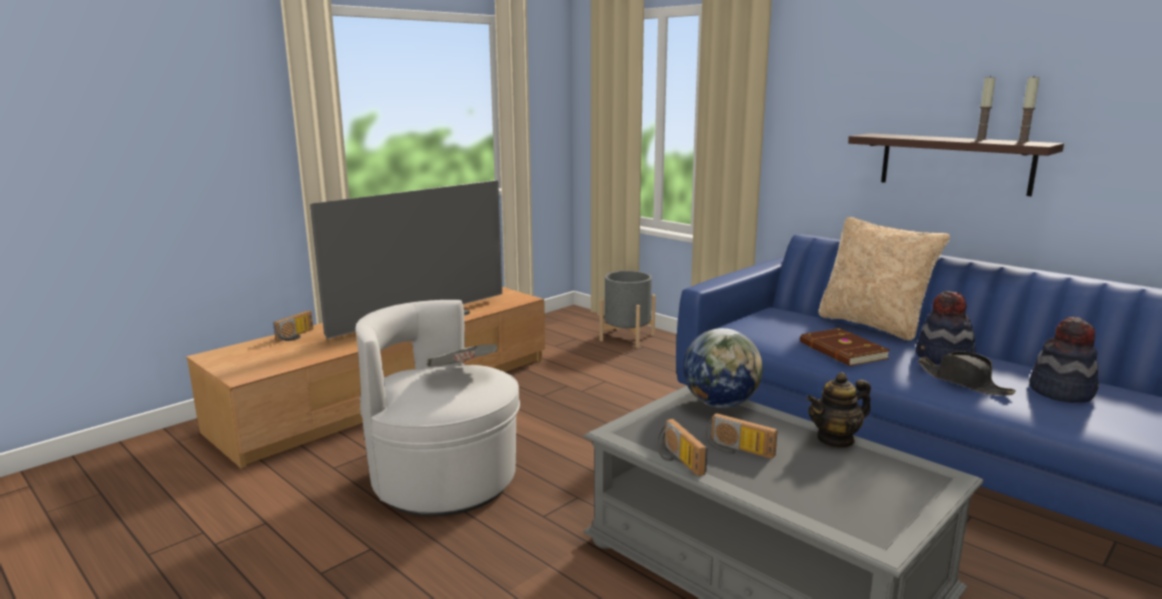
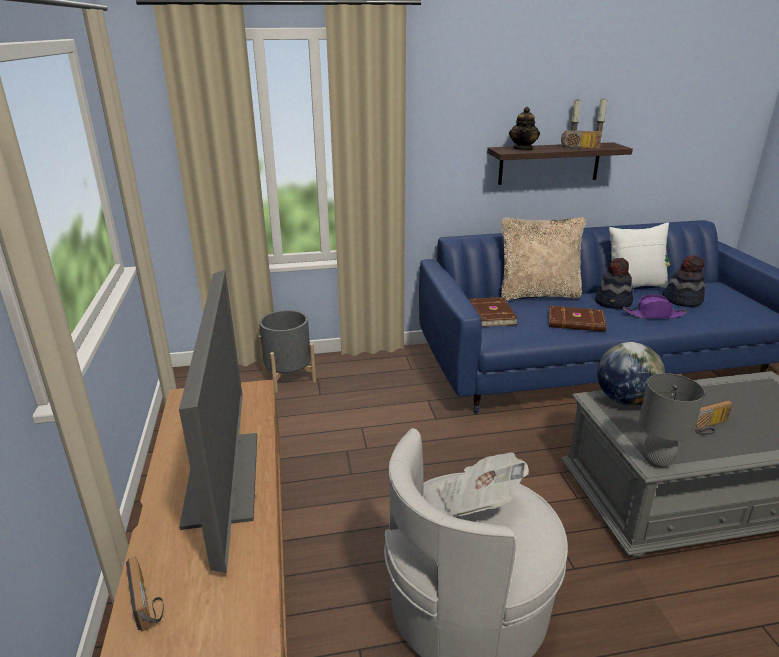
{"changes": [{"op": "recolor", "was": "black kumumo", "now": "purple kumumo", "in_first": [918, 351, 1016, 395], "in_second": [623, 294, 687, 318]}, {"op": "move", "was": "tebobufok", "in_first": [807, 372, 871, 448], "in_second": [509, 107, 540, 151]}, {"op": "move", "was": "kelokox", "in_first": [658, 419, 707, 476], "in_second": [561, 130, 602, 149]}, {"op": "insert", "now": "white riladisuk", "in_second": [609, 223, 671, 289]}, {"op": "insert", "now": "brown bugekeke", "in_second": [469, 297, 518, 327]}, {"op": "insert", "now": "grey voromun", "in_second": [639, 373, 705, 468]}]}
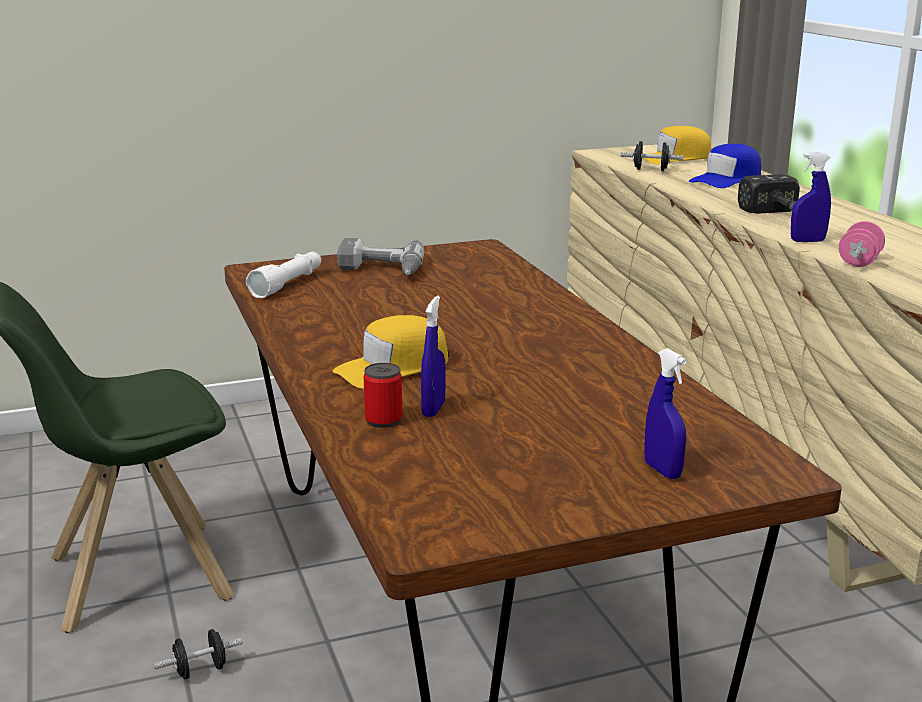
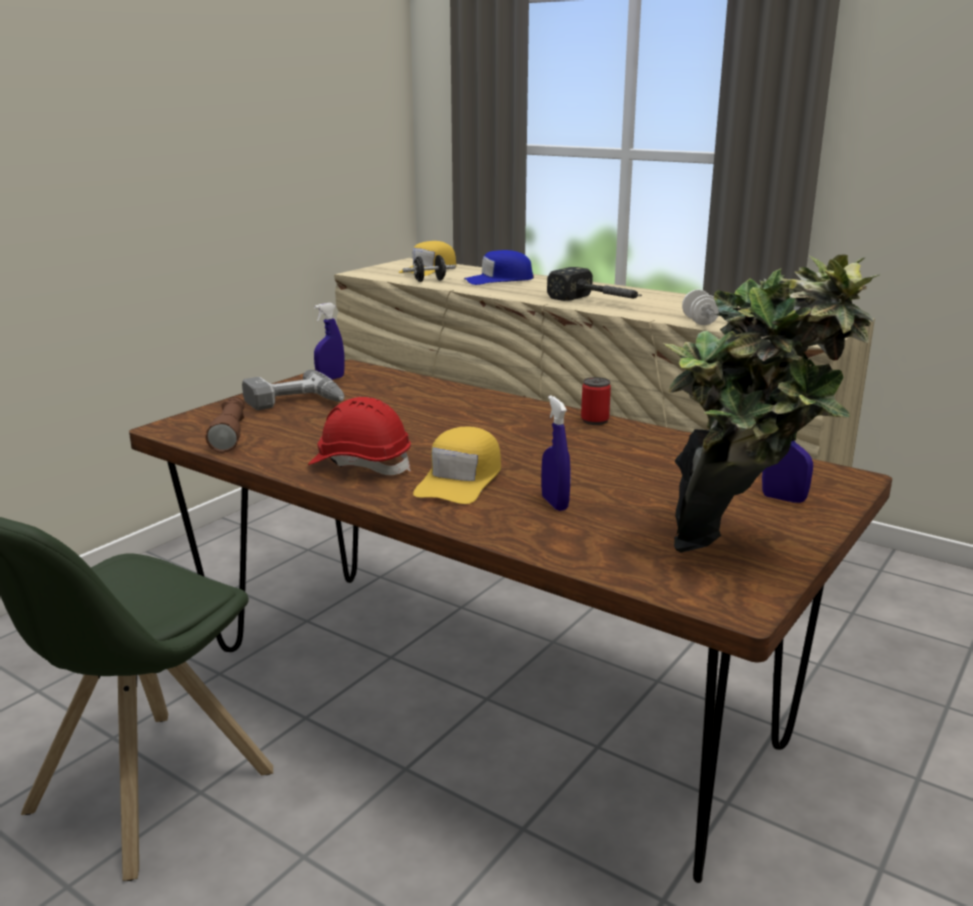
{"changes": [{"op": "rotate", "was": "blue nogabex", "in_first": [689, 144, 761, 188], "in_second": [464, 250, 534, 285], "clockwise": 60}, {"op": "move", "was": "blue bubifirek", "in_first": [791, 153, 831, 242], "in_second": [314, 303, 344, 380]}, {"op": "recolor", "was": "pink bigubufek", "now": "white bigubufek", "in_first": [839, 221, 885, 267], "in_second": [682, 289, 719, 325]}, {"op": "recolor", "was": "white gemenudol", "now": "brown gemenudol", "in_first": [246, 252, 321, 298], "in_second": [206, 397, 244, 453]}, {"op": "move", "was": "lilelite", "in_first": [364, 363, 402, 428], "in_second": [581, 377, 611, 425]}, {"op": "delete", "was": "black bigubufek", "in_first": [154, 629, 242, 680]}, {"op": "insert", "now": "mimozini", "in_second": [664, 254, 879, 553]}, {"op": "insert", "now": "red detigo", "in_second": [308, 397, 411, 475]}]}
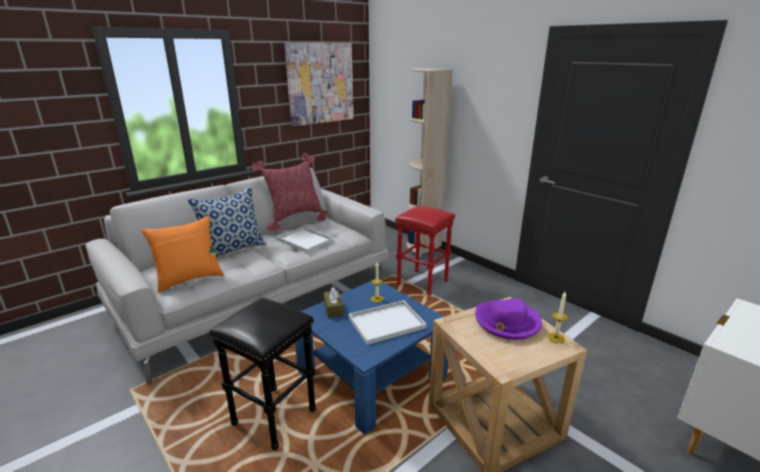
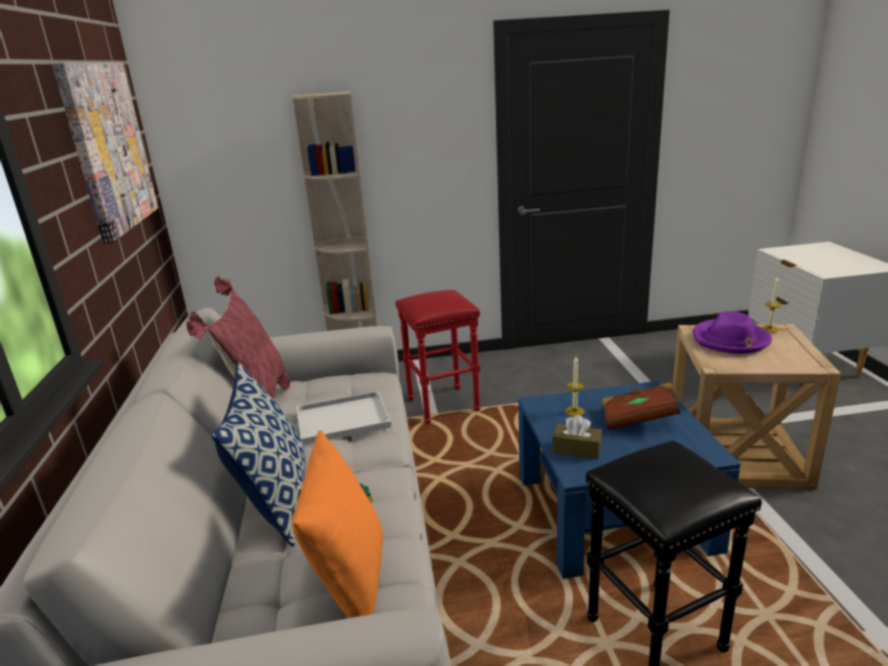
{"changes": [{"op": "replace", "was": "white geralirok", "now": "brown bugekeke", "in_first": [348, 300, 426, 345], "in_second": [602, 382, 680, 430]}]}
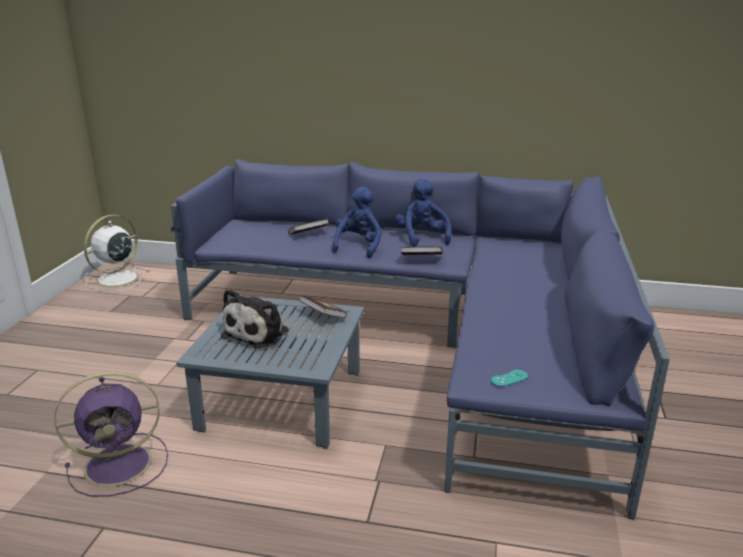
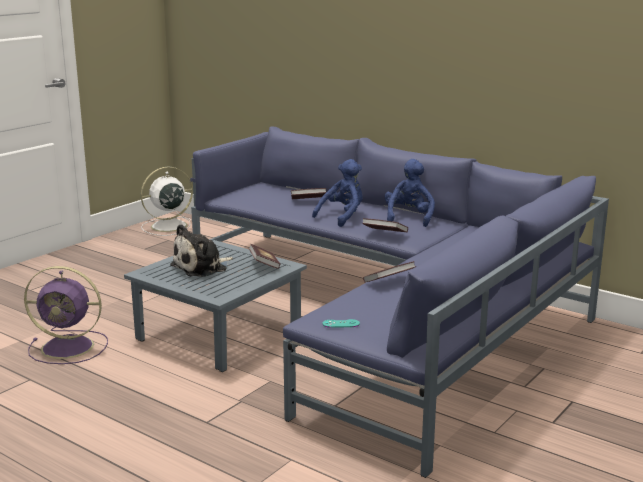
{"changes": [{"op": "insert", "now": "bugekeke", "in_second": [363, 261, 416, 283]}]}
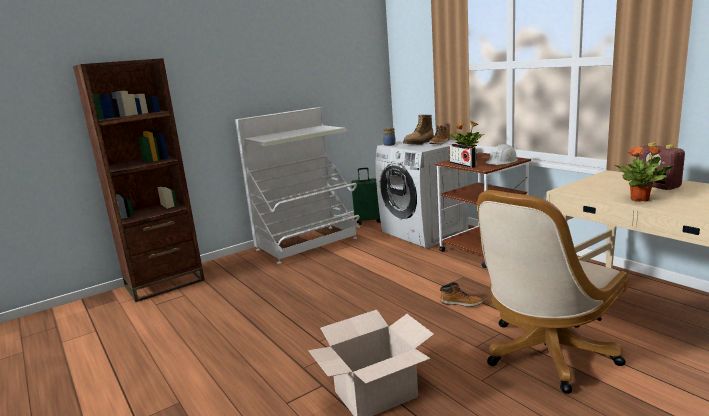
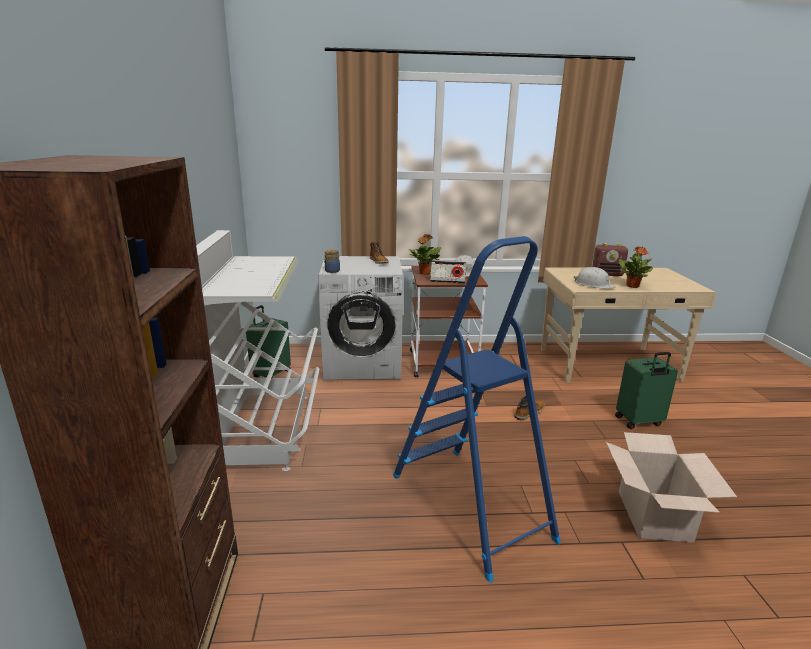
{"changes": [{"op": "delete", "was": "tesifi", "in_first": [403, 115, 434, 145]}, {"op": "replace", "was": "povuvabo", "now": "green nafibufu", "in_first": [477, 190, 629, 394], "in_second": [615, 352, 678, 429]}, {"op": "insert", "now": "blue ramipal", "in_second": [393, 236, 561, 582]}, {"op": "insert", "now": "white detigo", "in_second": [574, 267, 616, 289]}]}
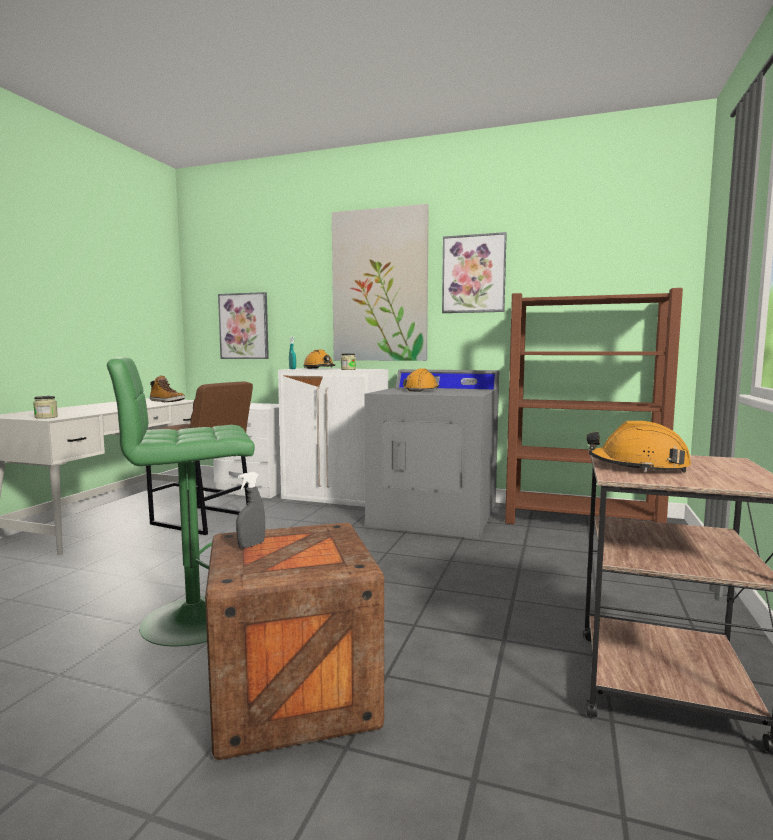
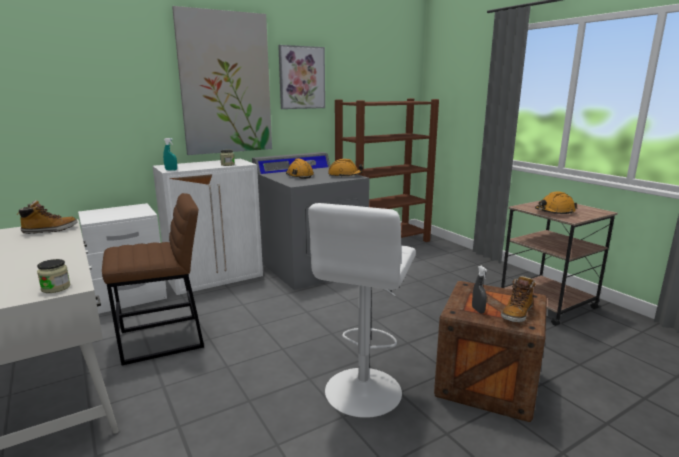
{"changes": [{"op": "delete", "was": "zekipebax", "in_first": [218, 292, 269, 359]}, {"op": "move", "was": "orange detigo", "in_first": [303, 350, 335, 369], "in_second": [328, 159, 364, 177]}, {"op": "recolor", "was": "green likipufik", "now": "white likipufik", "in_first": [107, 357, 255, 646], "in_second": [308, 203, 416, 418]}, {"op": "insert", "now": "tesifi", "in_second": [501, 276, 536, 323]}]}
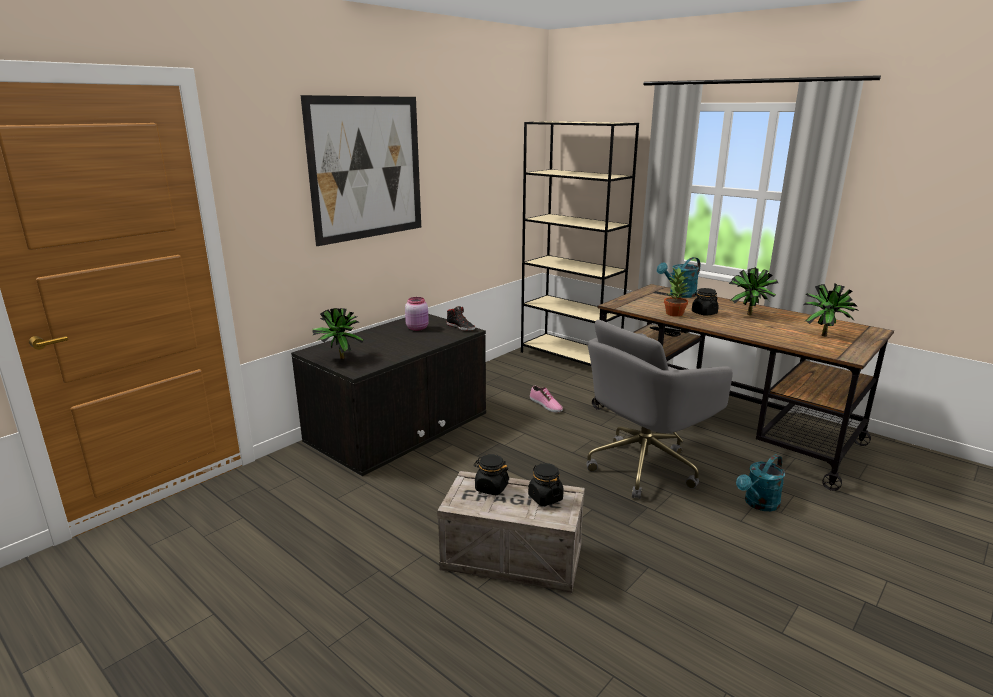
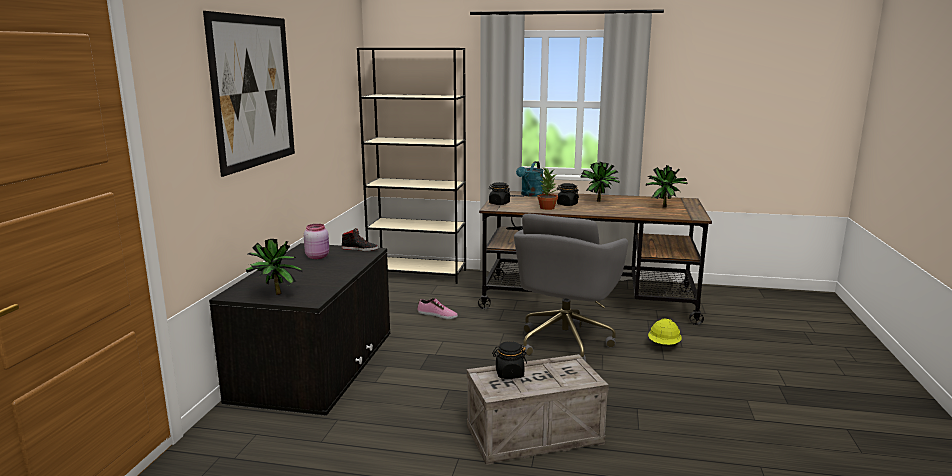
{"changes": [{"op": "replace", "was": "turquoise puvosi", "now": "yellow detigo", "in_first": [736, 454, 785, 511], "in_second": [648, 319, 682, 346]}, {"op": "move", "was": "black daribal", "in_first": [528, 463, 564, 506], "in_second": [489, 182, 510, 205]}]}
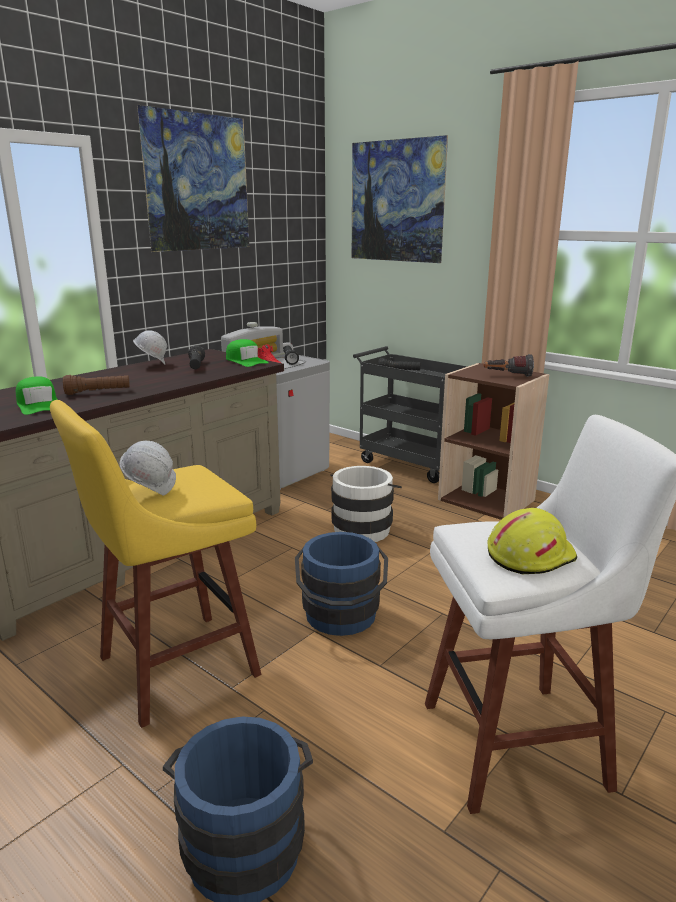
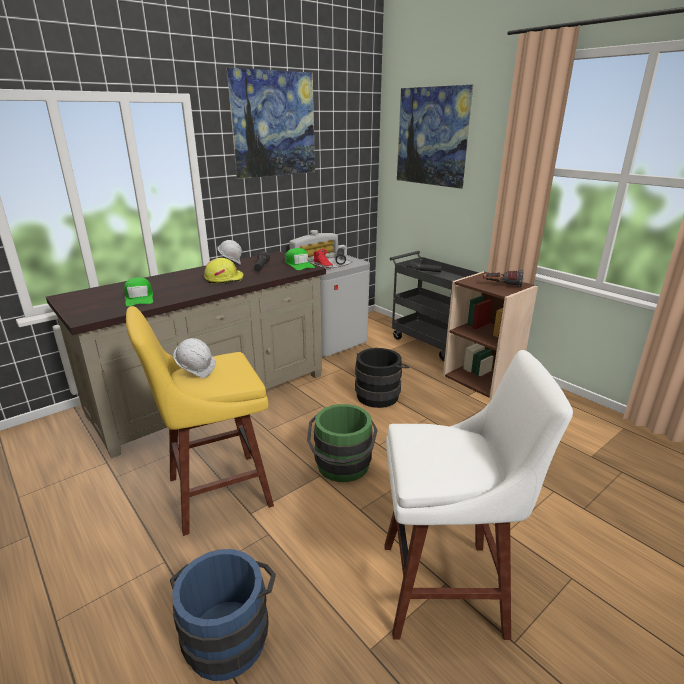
{"changes": [{"op": "delete", "was": "brown gemenudol", "in_first": [63, 375, 130, 395]}, {"op": "recolor", "was": "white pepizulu", "now": "black pepizulu", "in_first": [330, 466, 402, 542], "in_second": [355, 348, 409, 408]}, {"op": "move", "was": "yellow detigo", "in_first": [487, 508, 577, 575], "in_second": [204, 258, 244, 284]}, {"op": "recolor", "was": "blue pepizulu", "now": "green pepizulu", "in_first": [295, 532, 388, 636], "in_second": [307, 404, 378, 482]}]}
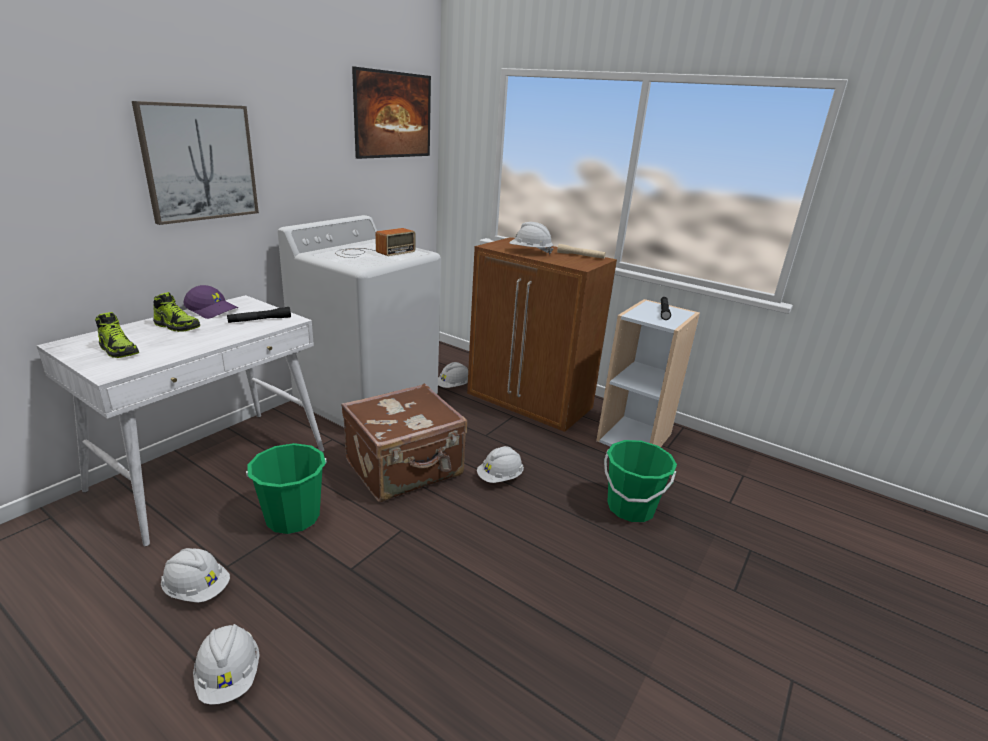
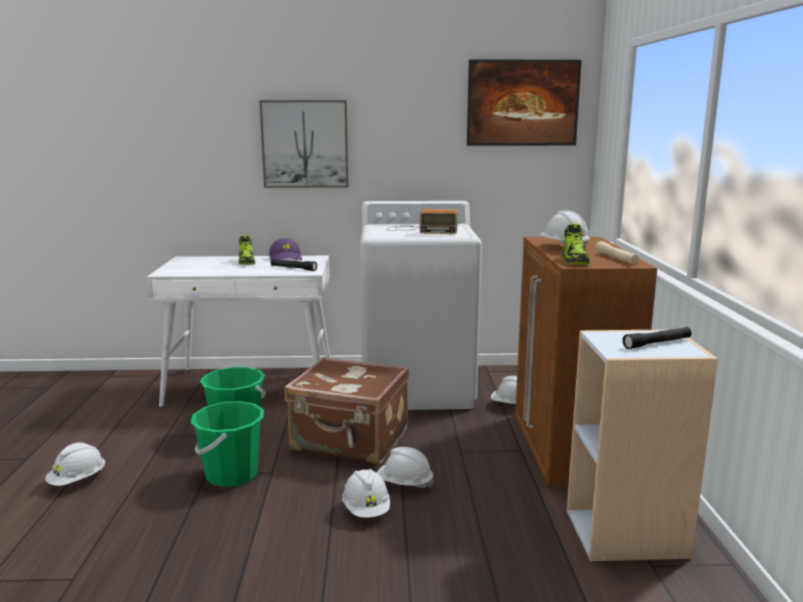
{"changes": [{"op": "move", "was": "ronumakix", "in_first": [95, 312, 139, 358], "in_second": [562, 224, 590, 264]}, {"op": "move", "was": "green pepizulu", "in_first": [604, 440, 677, 522], "in_second": [190, 401, 264, 487]}, {"op": "move", "was": "white detigo", "in_first": [161, 548, 230, 603], "in_second": [342, 469, 390, 518]}]}
